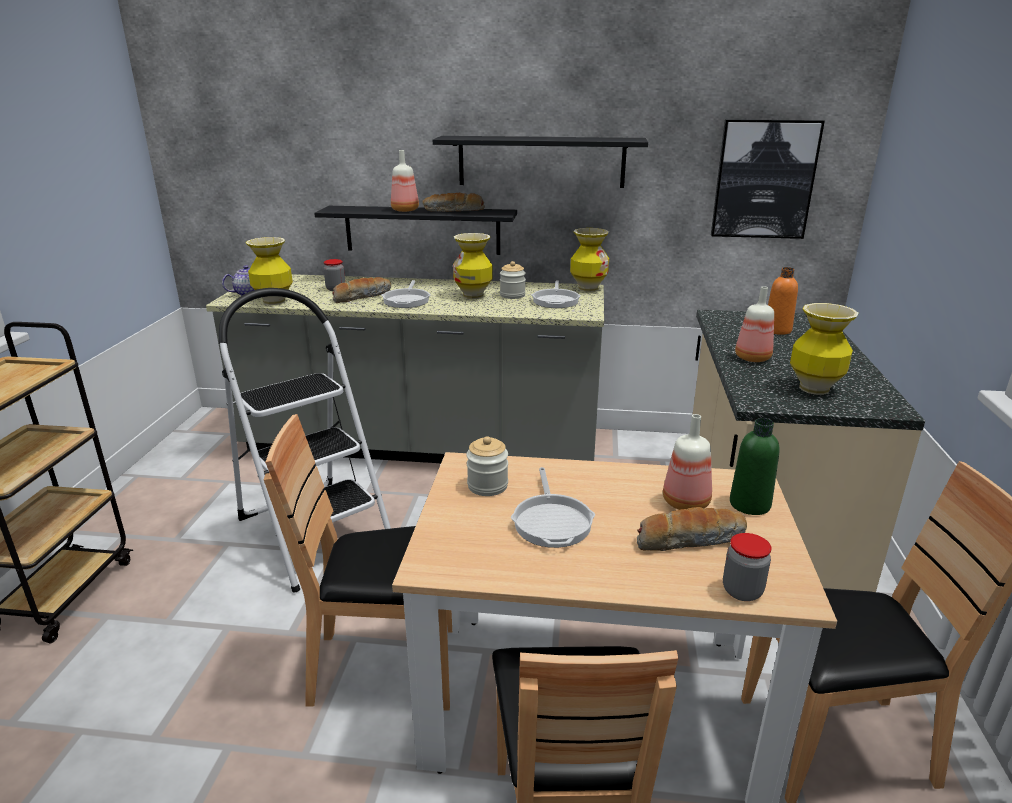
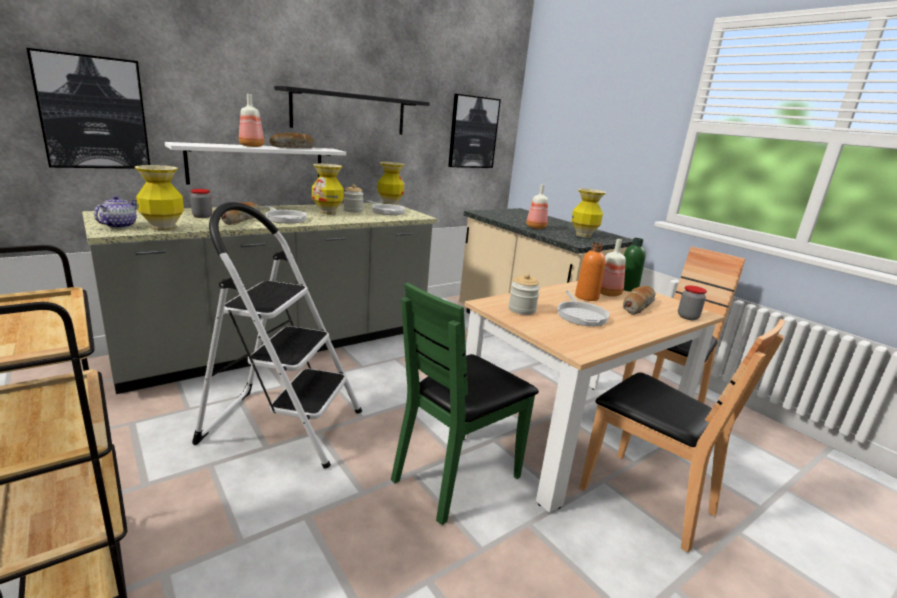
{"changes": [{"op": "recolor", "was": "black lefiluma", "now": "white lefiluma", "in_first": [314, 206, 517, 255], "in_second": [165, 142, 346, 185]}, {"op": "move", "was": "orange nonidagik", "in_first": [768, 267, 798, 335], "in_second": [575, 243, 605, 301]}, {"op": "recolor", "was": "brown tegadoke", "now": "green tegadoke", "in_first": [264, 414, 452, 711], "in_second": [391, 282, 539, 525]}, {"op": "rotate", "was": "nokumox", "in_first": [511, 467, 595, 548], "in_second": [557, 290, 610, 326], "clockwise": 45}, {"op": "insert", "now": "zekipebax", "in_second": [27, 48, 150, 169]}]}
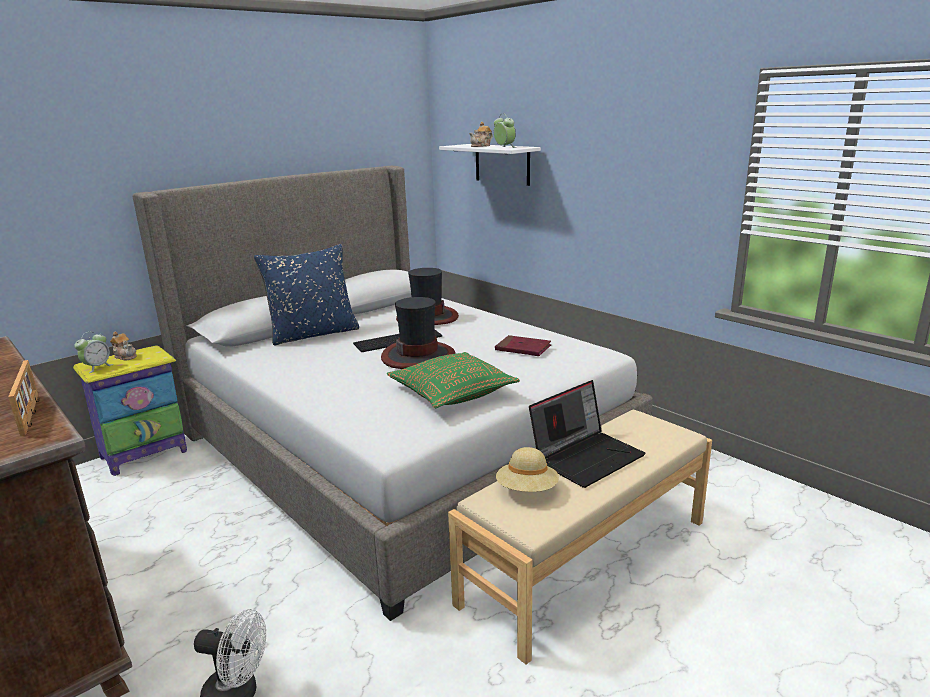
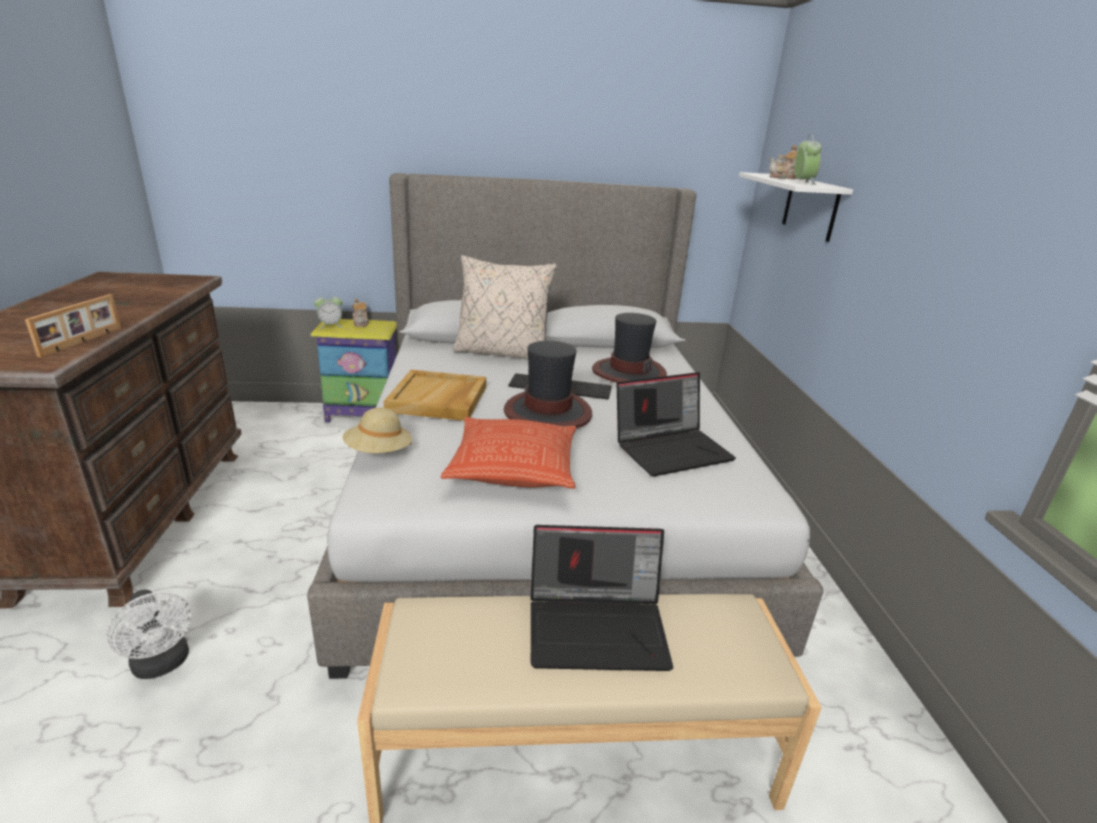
{"changes": [{"op": "recolor", "was": "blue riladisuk", "now": "beige riladisuk", "in_first": [254, 244, 359, 345], "in_second": [454, 255, 557, 359]}, {"op": "replace", "was": "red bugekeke", "now": "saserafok", "in_first": [495, 335, 551, 356], "in_second": [617, 372, 736, 476]}, {"op": "recolor", "was": "green riladisuk", "now": "orange riladisuk", "in_first": [387, 352, 520, 408], "in_second": [440, 417, 576, 489]}, {"op": "move", "was": "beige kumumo", "in_first": [496, 447, 559, 492], "in_second": [343, 408, 412, 453]}, {"op": "insert", "now": "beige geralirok", "in_second": [383, 370, 486, 421]}]}
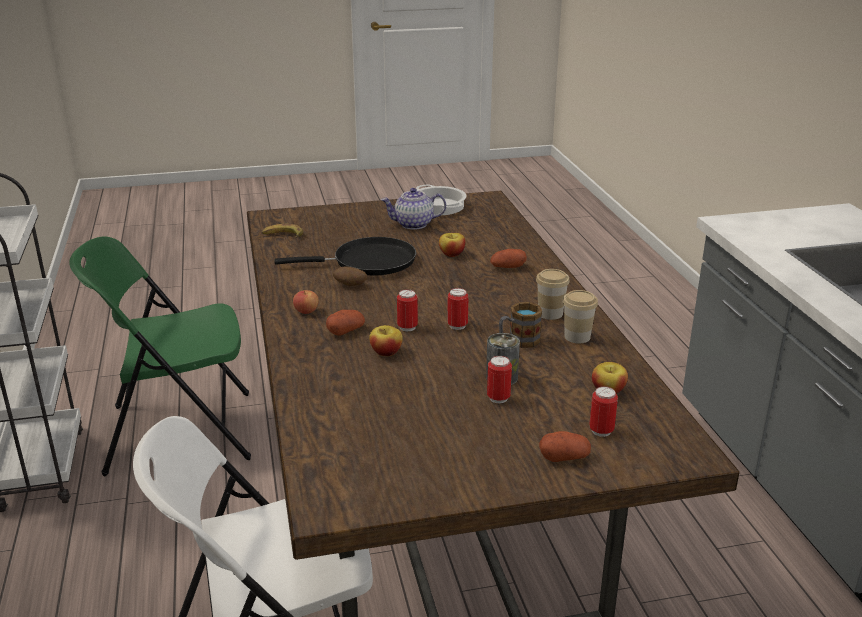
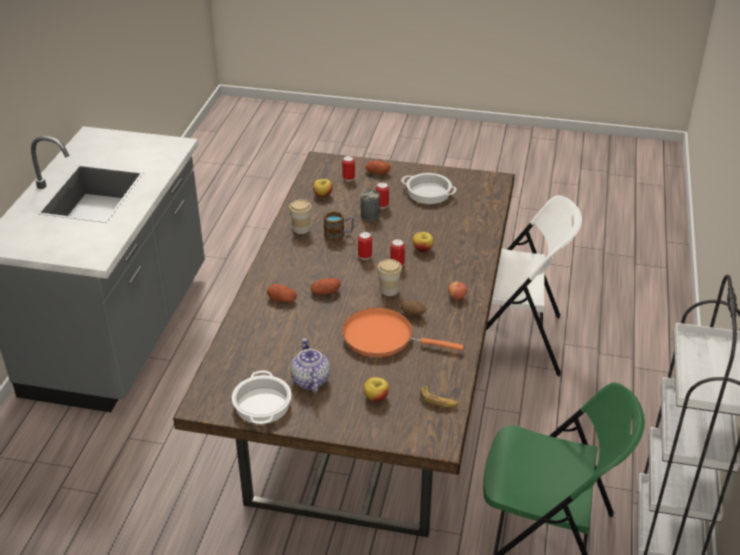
{"changes": [{"op": "rotate", "was": "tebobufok", "in_first": [381, 188, 446, 230], "in_second": [290, 338, 330, 393], "clockwise": -120}, {"op": "move", "was": "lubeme", "in_first": [439, 233, 465, 257], "in_second": [363, 377, 389, 402]}, {"op": "recolor", "was": "black nokumox", "now": "orange nokumox", "in_first": [274, 237, 416, 276], "in_second": [342, 308, 464, 357]}, {"op": "move", "was": "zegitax", "in_first": [536, 269, 570, 320], "in_second": [377, 259, 402, 296]}, {"op": "move", "was": "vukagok", "in_first": [326, 310, 365, 336], "in_second": [311, 278, 341, 294]}, {"op": "insert", "now": "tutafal", "in_second": [401, 173, 457, 204]}]}
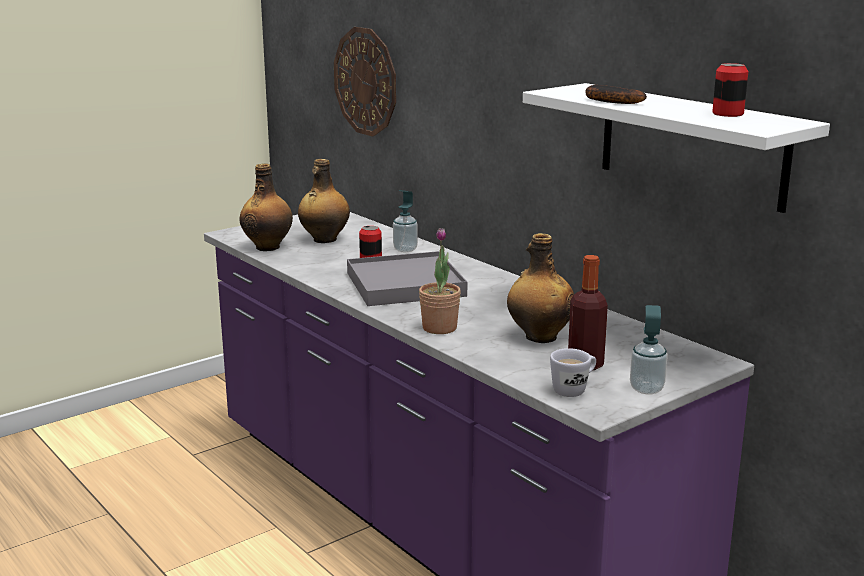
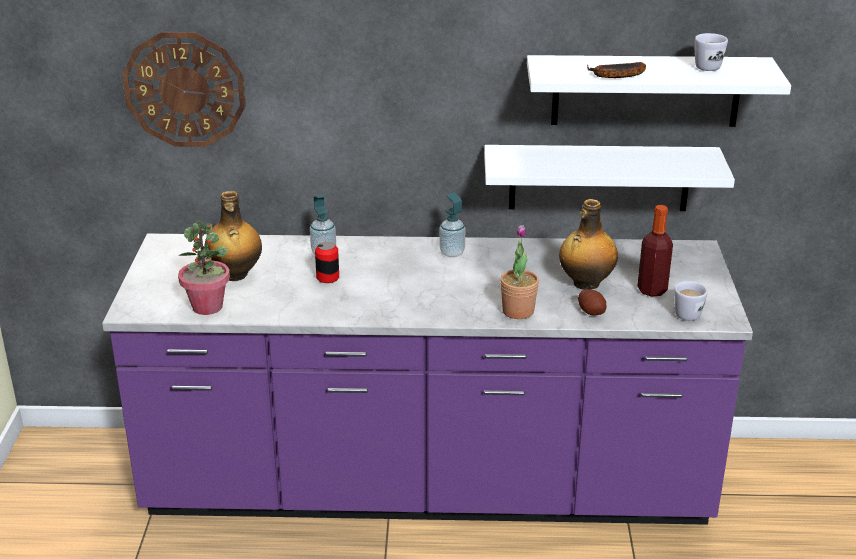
{"changes": [{"op": "replace", "was": "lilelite", "now": "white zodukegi", "in_first": [712, 63, 748, 117], "in_second": [695, 33, 728, 71]}, {"op": "replace", "was": "nonidagik", "now": "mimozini", "in_first": [240, 163, 293, 251], "in_second": [178, 220, 230, 315]}, {"op": "delete", "was": "grey geralirok", "in_first": [347, 251, 467, 306]}, {"op": "move", "was": "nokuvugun", "in_first": [630, 305, 668, 395], "in_second": [440, 192, 465, 257]}, {"op": "insert", "now": "white lefiluma", "in_second": [484, 145, 735, 211]}, {"op": "insert", "now": "vukagok", "in_second": [578, 289, 607, 316]}]}
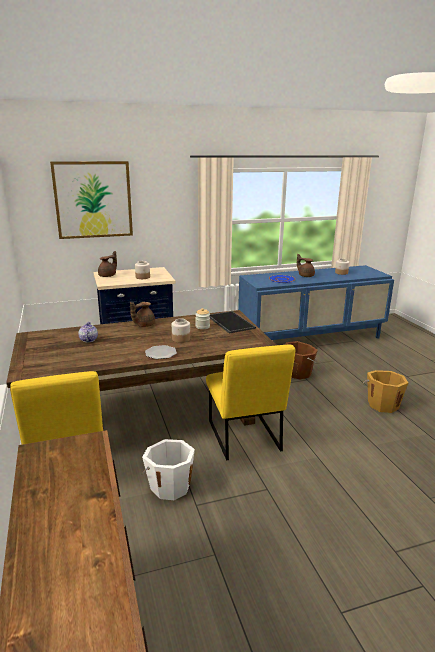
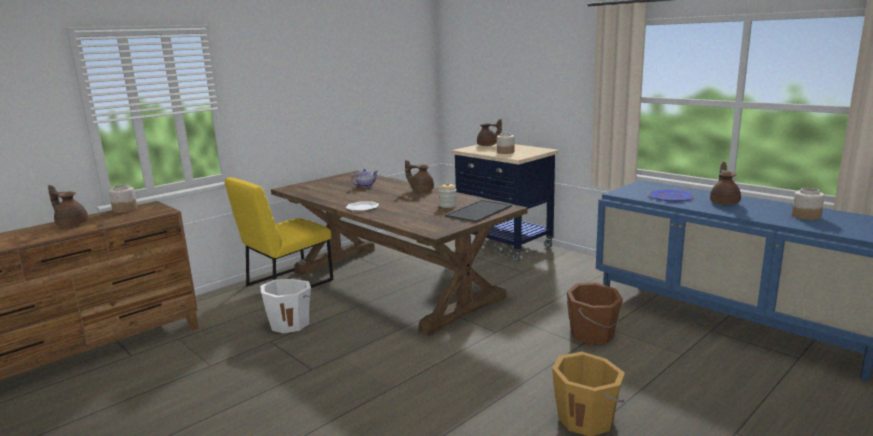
{"changes": [{"op": "delete", "was": "zekipebax", "in_first": [50, 161, 133, 239]}, {"op": "move", "was": "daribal", "in_first": [172, 318, 190, 343], "in_second": [109, 185, 137, 213]}, {"op": "delete", "was": "yellow tegadoke", "in_first": [206, 345, 296, 460]}, {"op": "insert", "now": "brown tebobufok", "in_second": [48, 185, 88, 227]}]}
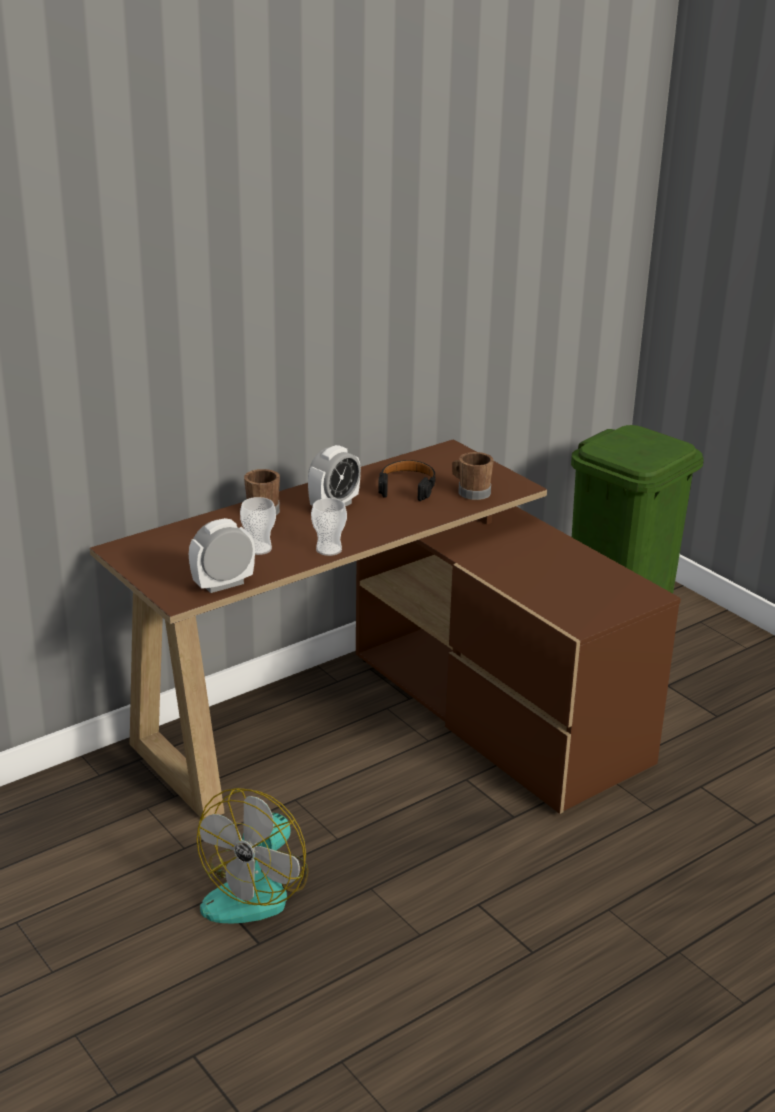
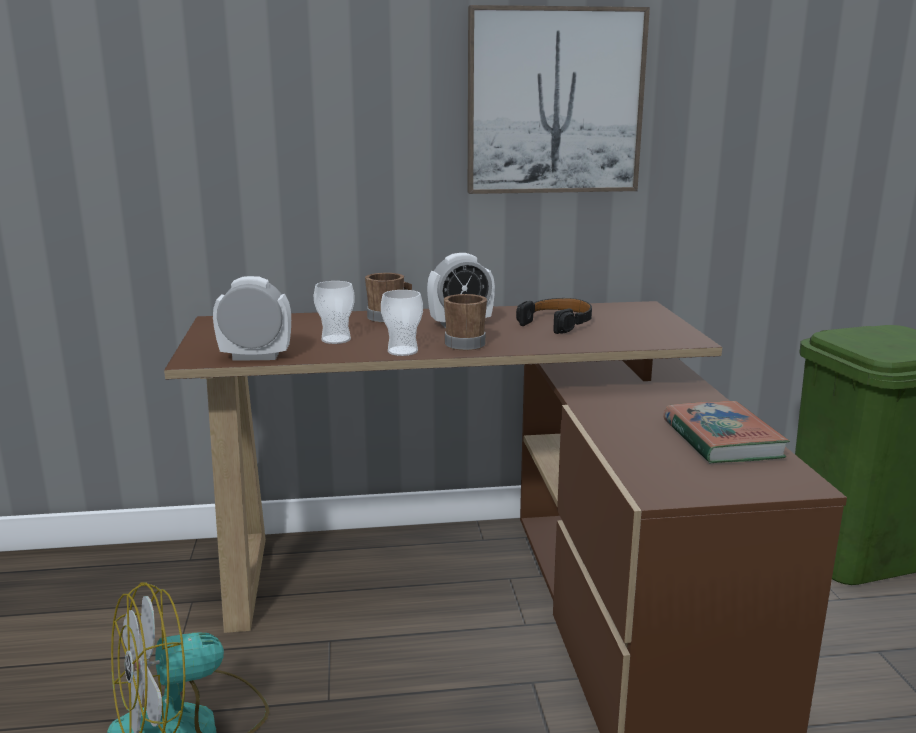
{"changes": [{"op": "move", "was": "brown zodukegi", "in_first": [452, 452, 494, 500], "in_second": [444, 294, 487, 350]}, {"op": "insert", "now": "zekipebax", "in_second": [468, 5, 650, 194]}, {"op": "insert", "now": "bugekeke", "in_second": [664, 401, 790, 463]}]}
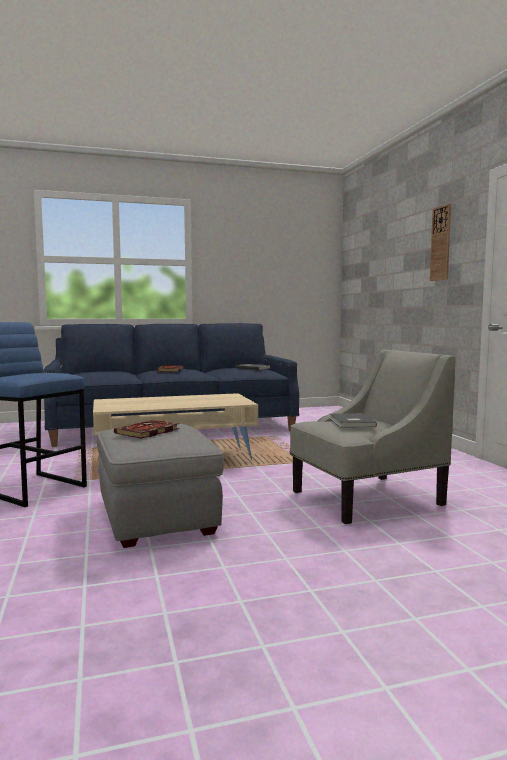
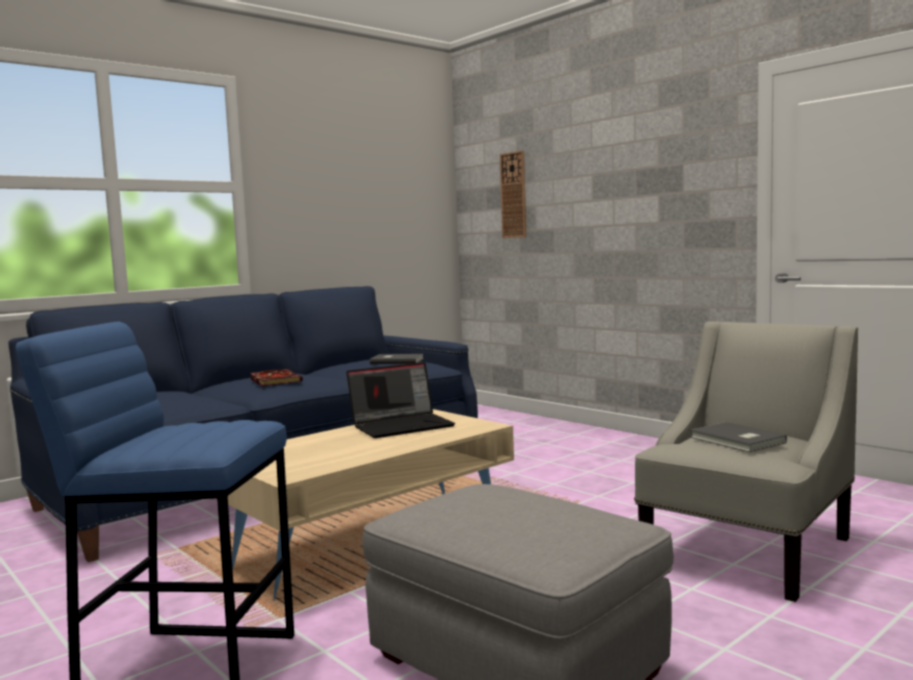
{"changes": [{"op": "move", "was": "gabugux", "in_first": [430, 203, 451, 281], "in_second": [500, 150, 526, 238]}, {"op": "delete", "was": "bugekeke", "in_first": [114, 420, 179, 439]}, {"op": "insert", "now": "saserafok", "in_second": [346, 362, 455, 438]}]}
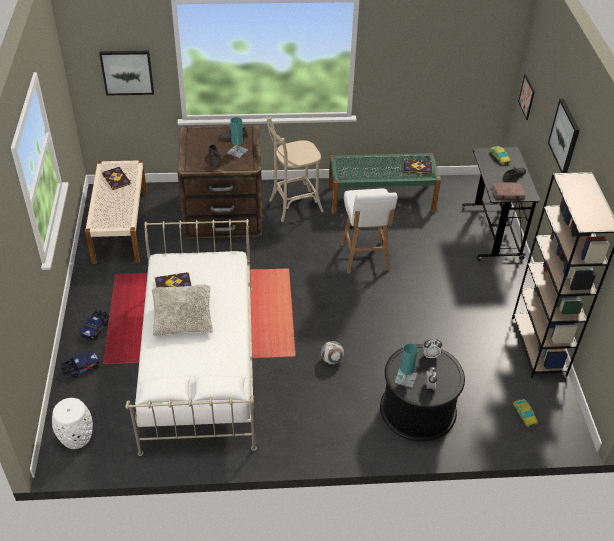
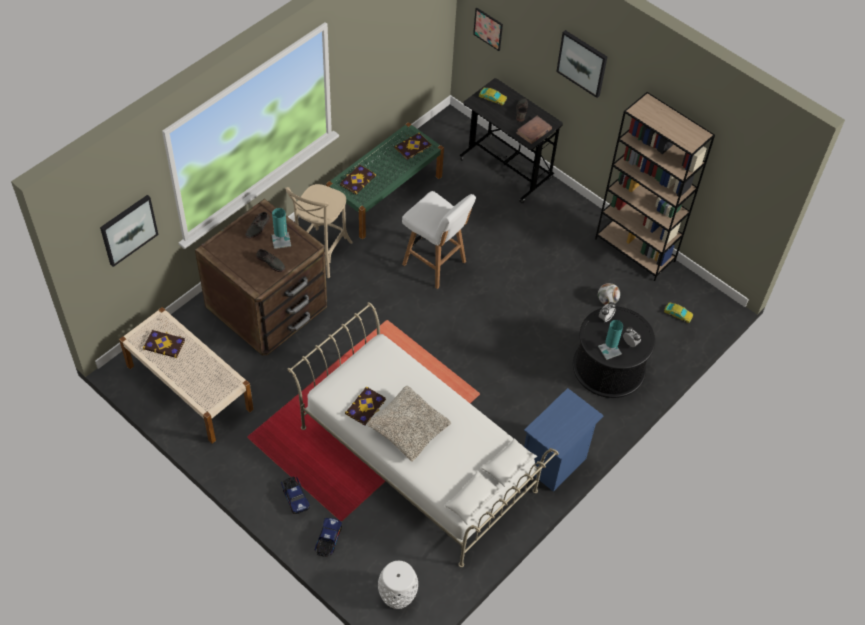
{"changes": [{"op": "move", "was": "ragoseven", "in_first": [321, 341, 344, 364], "in_second": [598, 283, 620, 305]}, {"op": "insert", "now": "bugekeke", "in_second": [340, 165, 376, 195]}, {"op": "insert", "now": "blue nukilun", "in_second": [524, 388, 604, 492]}]}
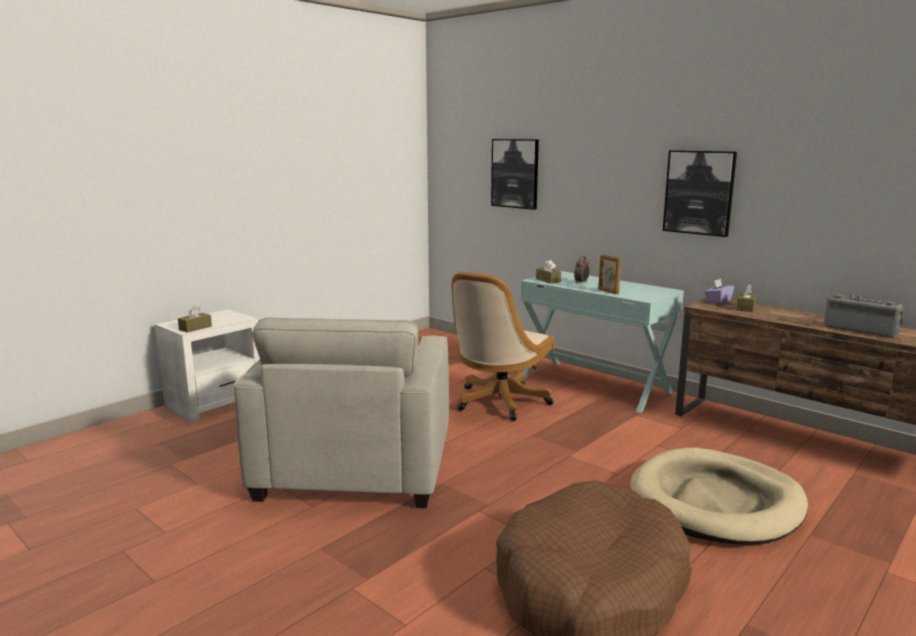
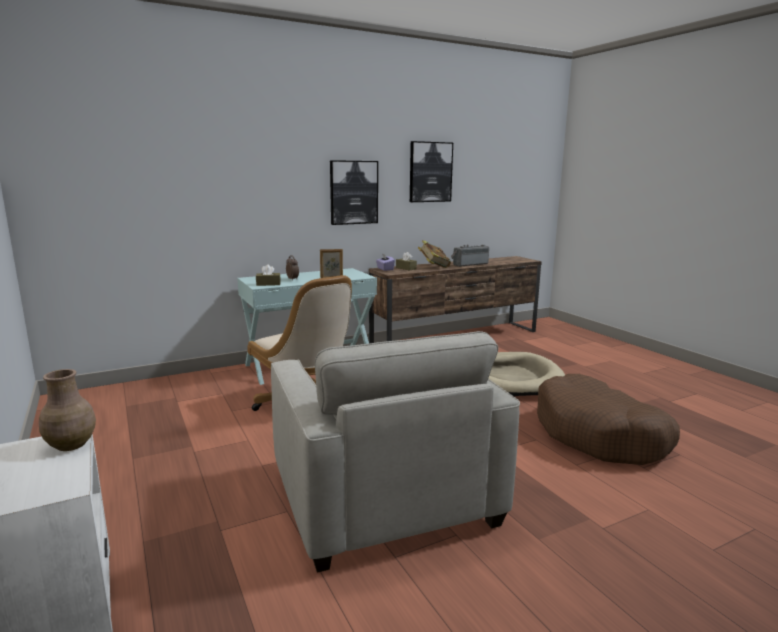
{"changes": [{"op": "move", "was": "zekipebax", "in_first": [491, 139, 539, 210], "in_second": [410, 141, 453, 202]}, {"op": "delete", "was": "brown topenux", "in_first": [178, 305, 212, 333]}, {"op": "rotate", "was": "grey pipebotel", "in_first": [234, 317, 449, 508], "in_second": [271, 331, 520, 572], "clockwise": 45}, {"op": "insert", "now": "bugekeke", "in_second": [418, 240, 451, 268]}, {"op": "insert", "now": "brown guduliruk", "in_second": [39, 369, 96, 451]}]}
